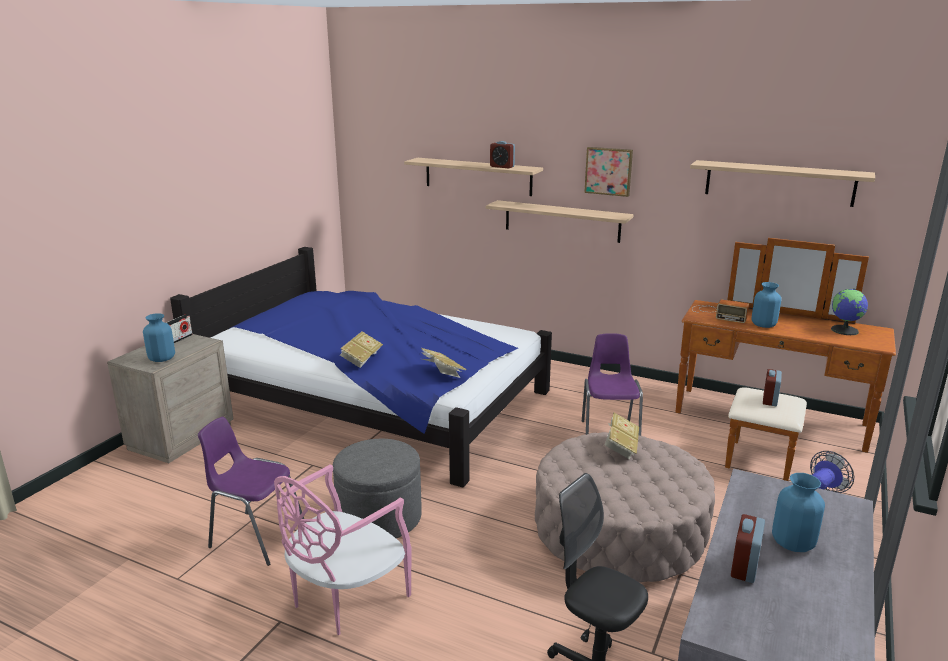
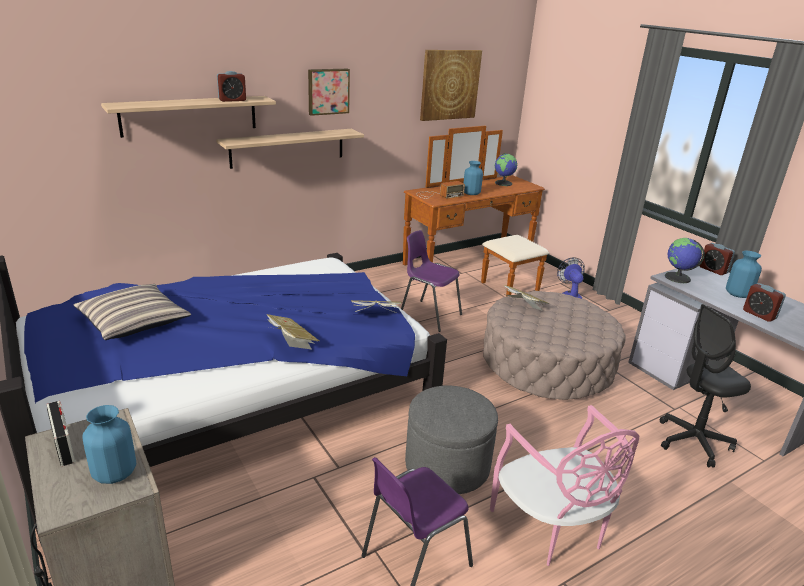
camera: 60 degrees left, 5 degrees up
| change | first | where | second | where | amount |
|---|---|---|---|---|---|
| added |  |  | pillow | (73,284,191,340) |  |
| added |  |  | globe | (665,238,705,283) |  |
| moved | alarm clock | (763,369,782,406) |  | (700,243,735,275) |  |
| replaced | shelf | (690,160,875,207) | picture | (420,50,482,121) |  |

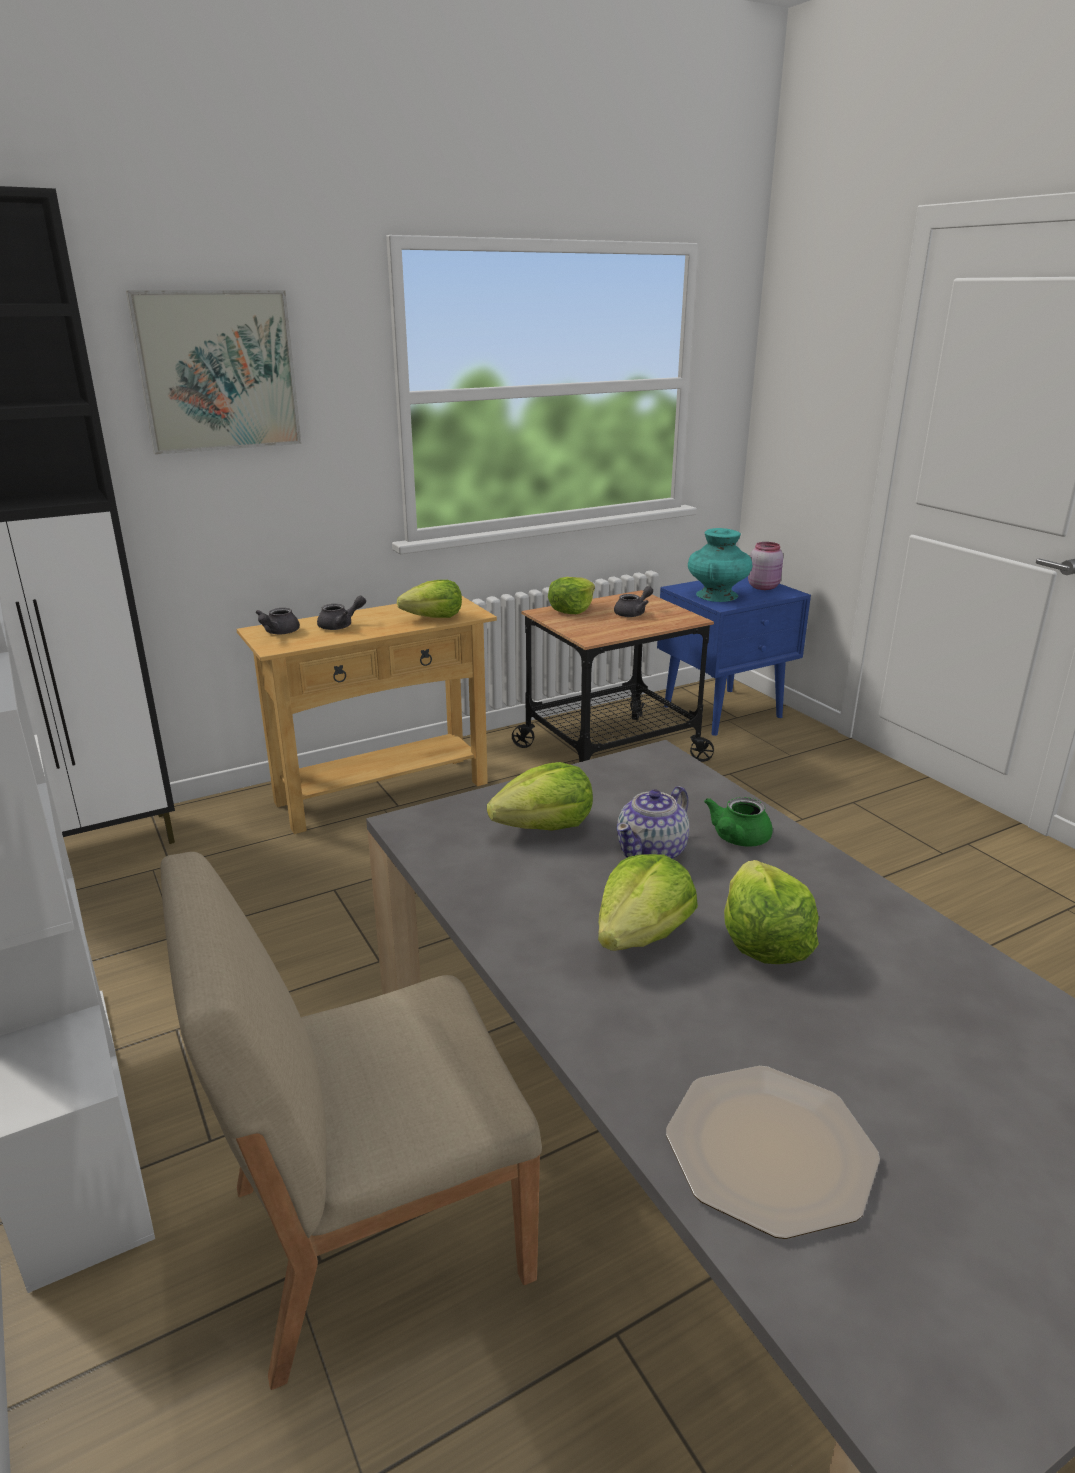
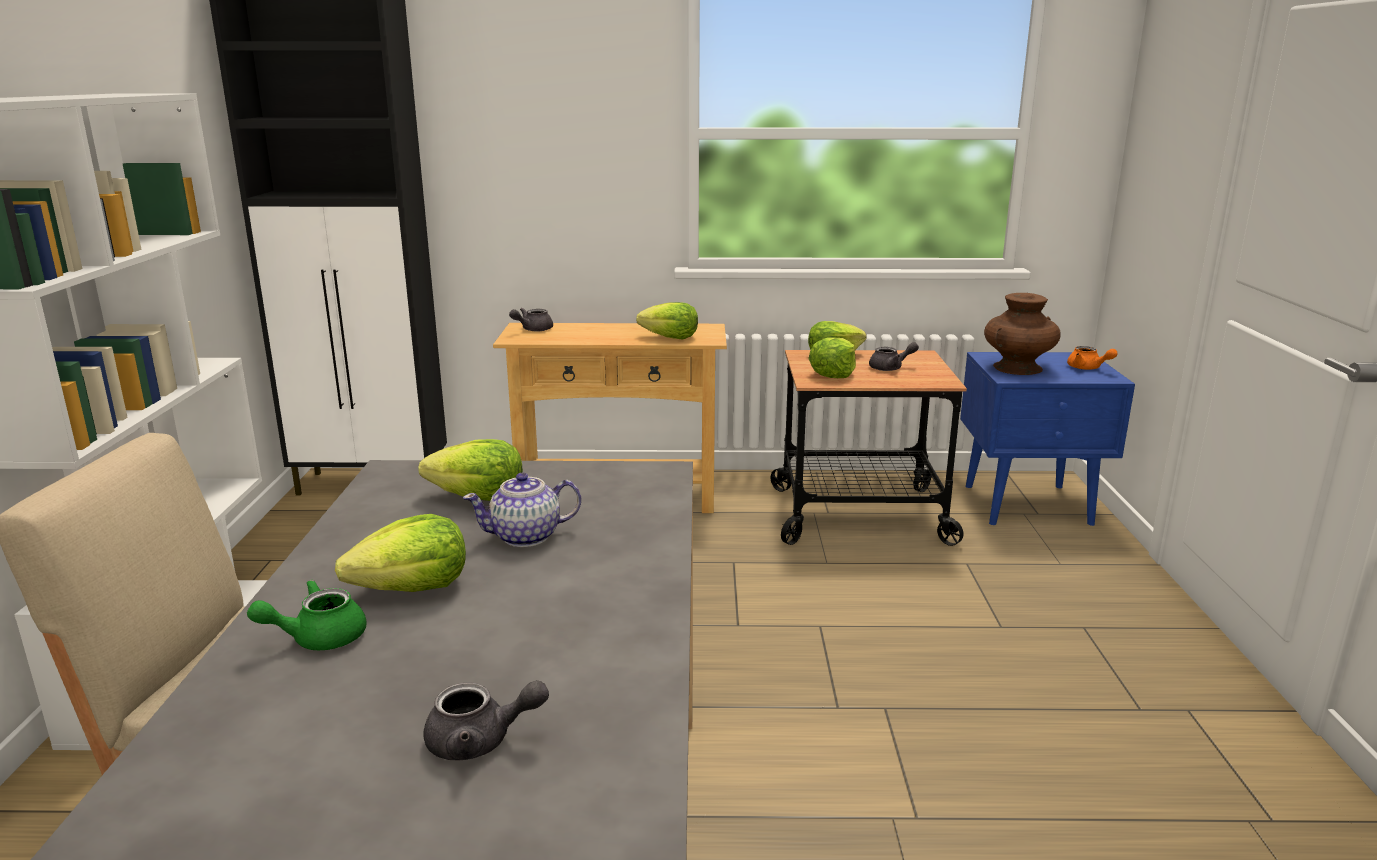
camera: 30 degrees right, 5 degrees down
| change | first | where | second | where | amount |
|---|---|---|---|---|---|
| removed | picture | (126,290,301,455) |  |  |  |
| removed | plate | (666,1066,880,1239) |  |  |  |
| moved | teapot/grey | (317,596,366,630) |  | (423,680,549,761) |  |
| moved | teapot/green | (704,797,773,847) |  | (247,580,367,651) |  |
| moved | lettuce | (724,860,819,964) |  | (808,338,856,378) |  |
| replaced | jar/pink | (748,542,783,590) | teapot/orange | (1067,346,1118,370) |  |
| recoloured | vase/turquoise | (688,528,752,602) | vase/brown | (984,293,1061,375) |  |

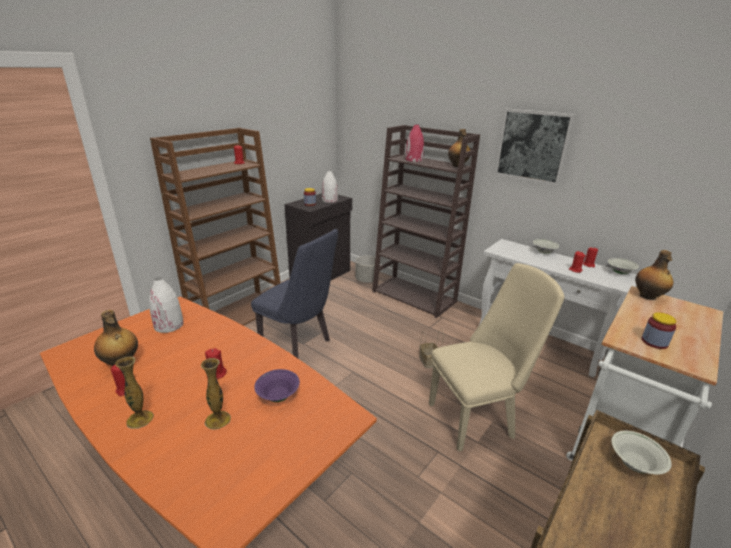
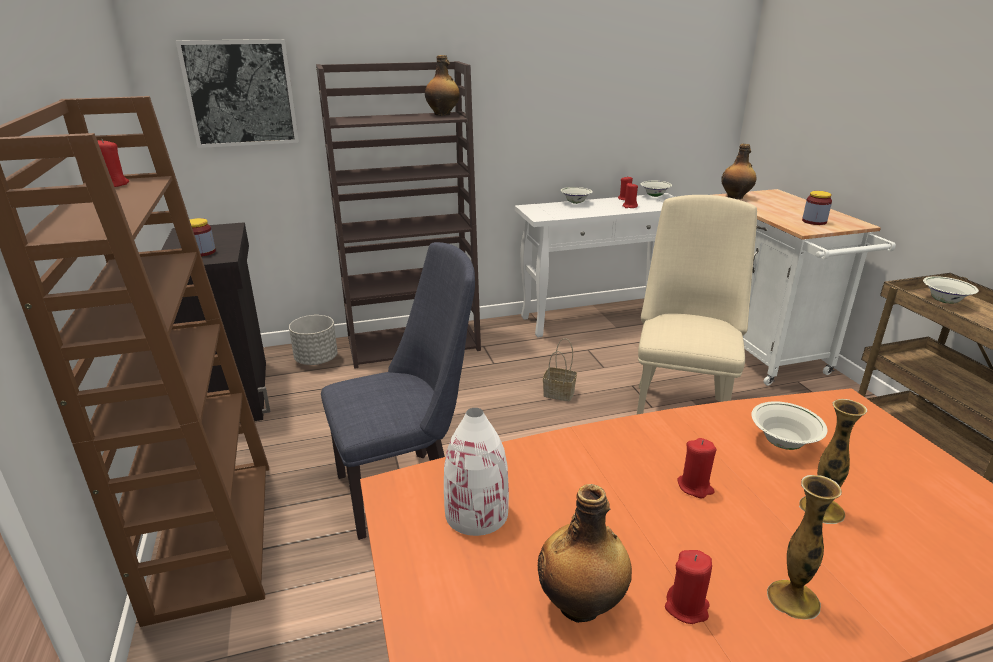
camera: 55 degrees left, 0 degrees up
| change | first | where | second | where | amount |
|---|---|---|---|---|---|
| removed | vase/white | (322,170,338,203) |  |  |  |
| removed | vase/red | (405,124,424,162) |  |  |  |
| moved | picture | (495,109,575,185) |  | (176,39,299,148) |  |
| recoloured | bowl/purple | (254,369,300,402) | bowl/white | (751,401,827,450) |  |

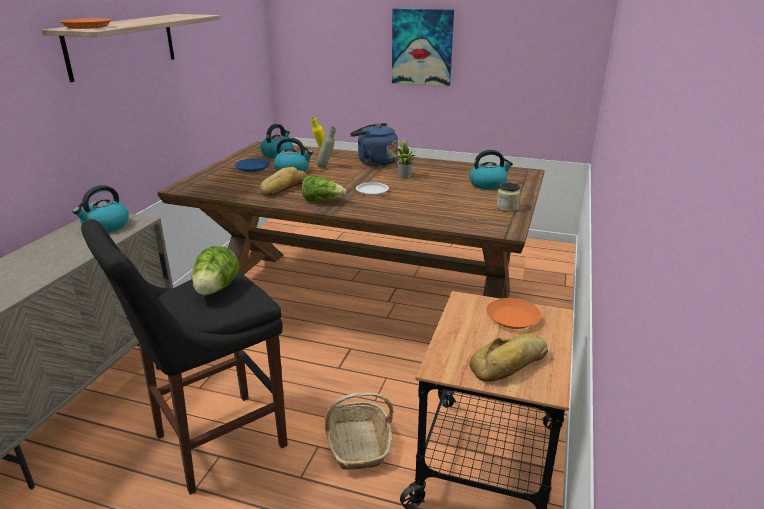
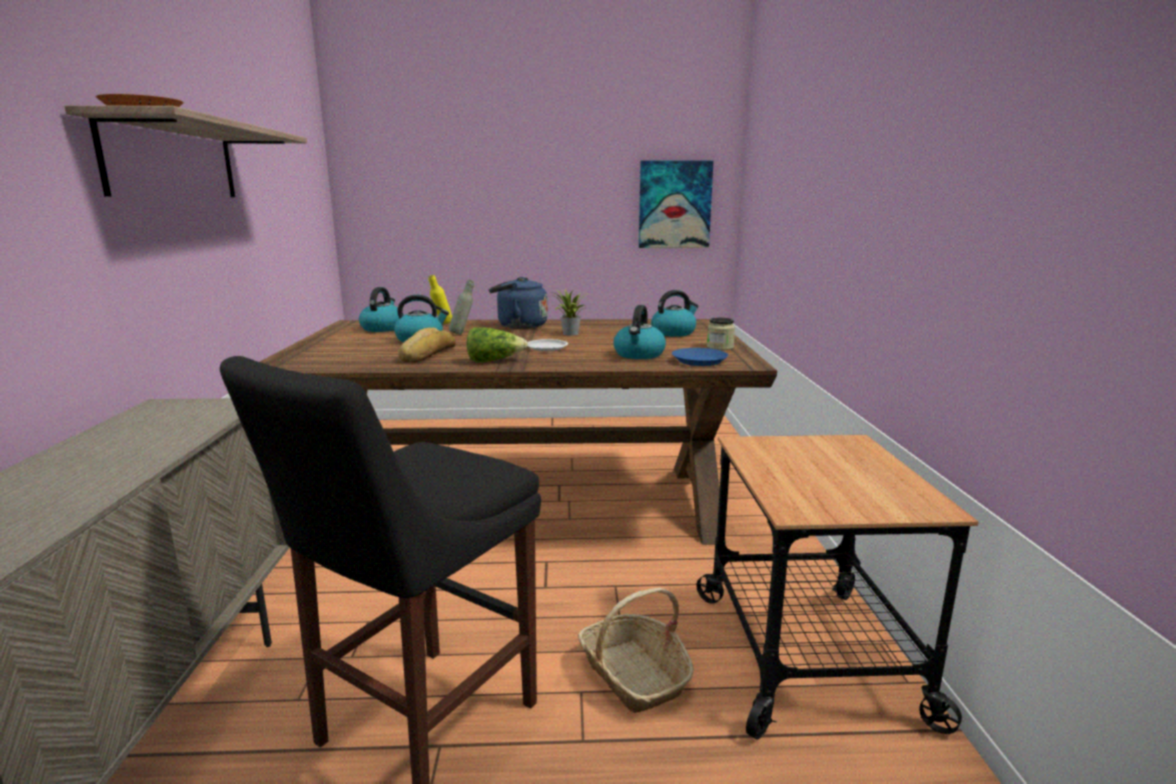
camera: 20 degrees left, 10 degrees down
| change | first | where | second | where | amount |
|---|---|---|---|---|---|
| removed | lettuce | (192,246,240,295) |  |  |  |
| removed | bread | (469,333,548,382) |  |  |  |
| removed | plate/orange | (486,298,541,329) |  |  |  |
| moved | kettle | (72,185,129,233) |  | (613,305,666,359) |  |
| moved | plate/blue | (234,158,271,172) |  | (672,348,728,366) |  |
| moved | picture | (392,8,454,87) |  | (639,160,714,248) |  |

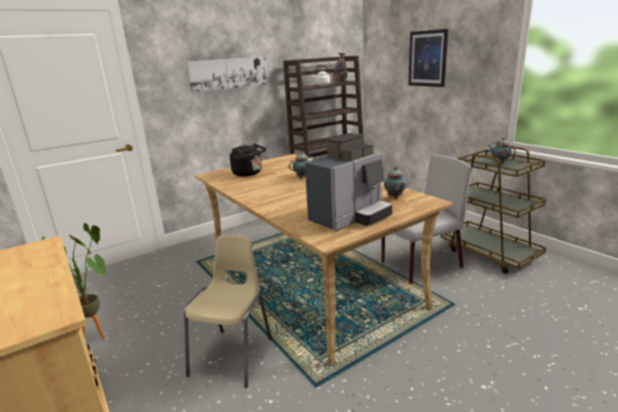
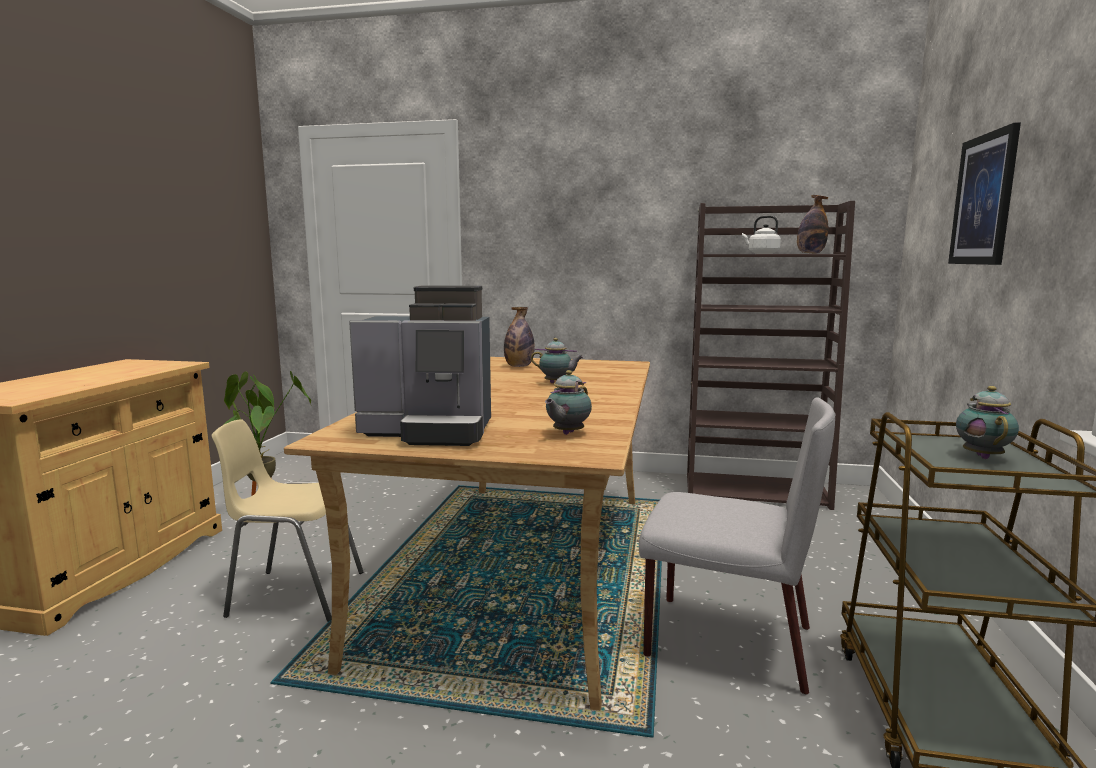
camera: 45 degrees right, 10 degrees down
| change | first | where | second | where | amount |
|---|---|---|---|---|---|
| removed | picture | (186,57,268,92) |  |  |  |
| replaced | kettle/black | (230,143,266,176) | bottle | (504,307,535,367) |  |
| turned | chair/beige | (184,235,272,388) |  | (212,419,364,622) | 150 degrees counterclockwise |

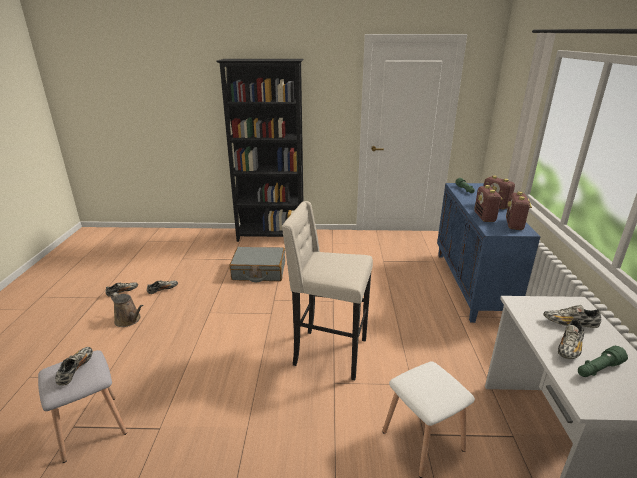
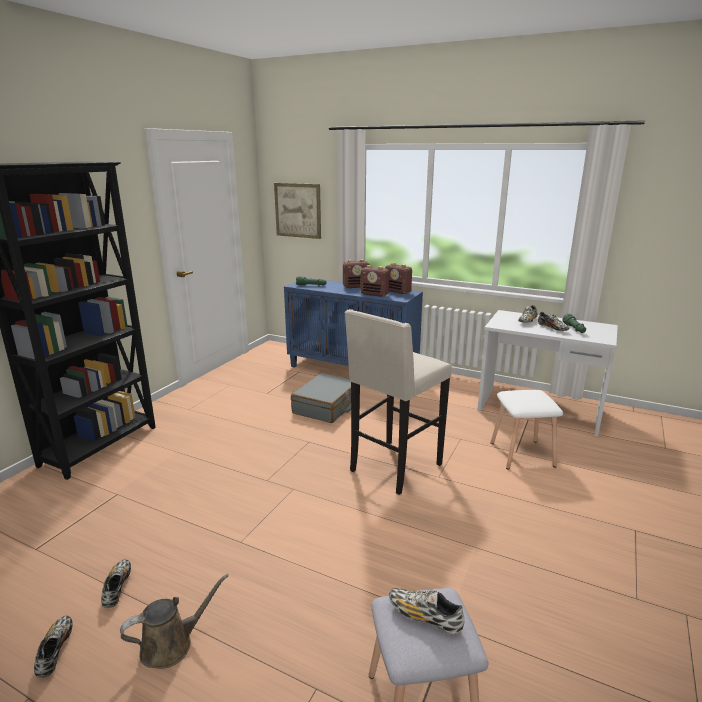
camera: 65 degrees left, 5 degrees down
| change | first | where | second | where | amount |
|---|---|---|---|---|---|
| added |  |  | picture | (274,183,321,239) |  |
| moved | suitcase/grey | (230,247,285,282) |  | (291,373,351,423) |  |

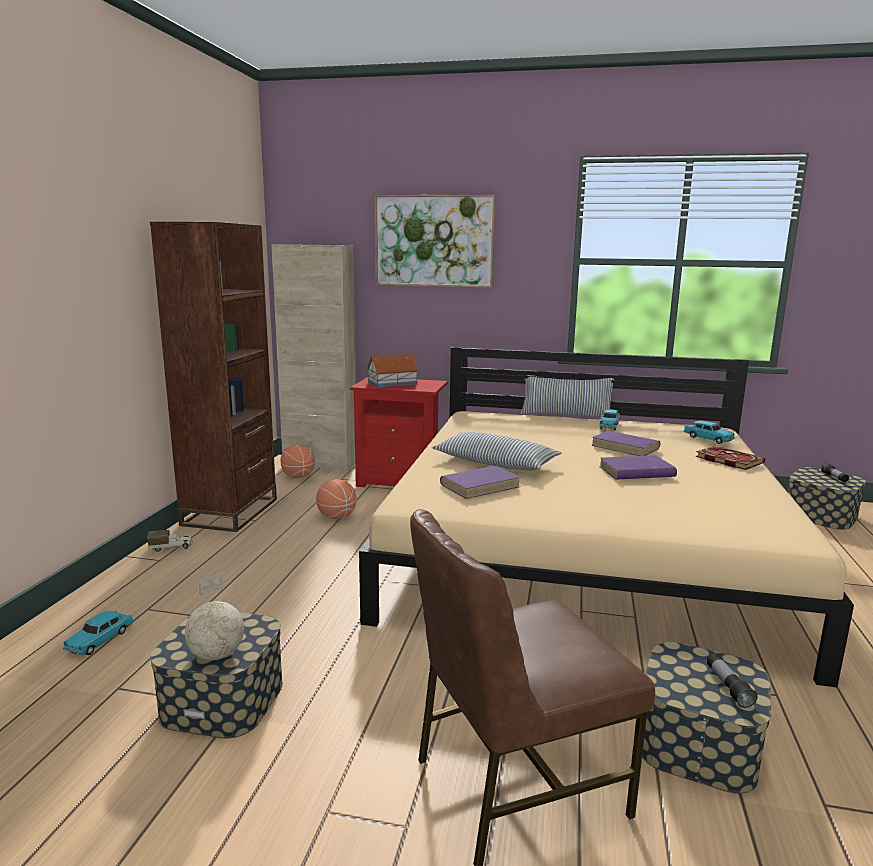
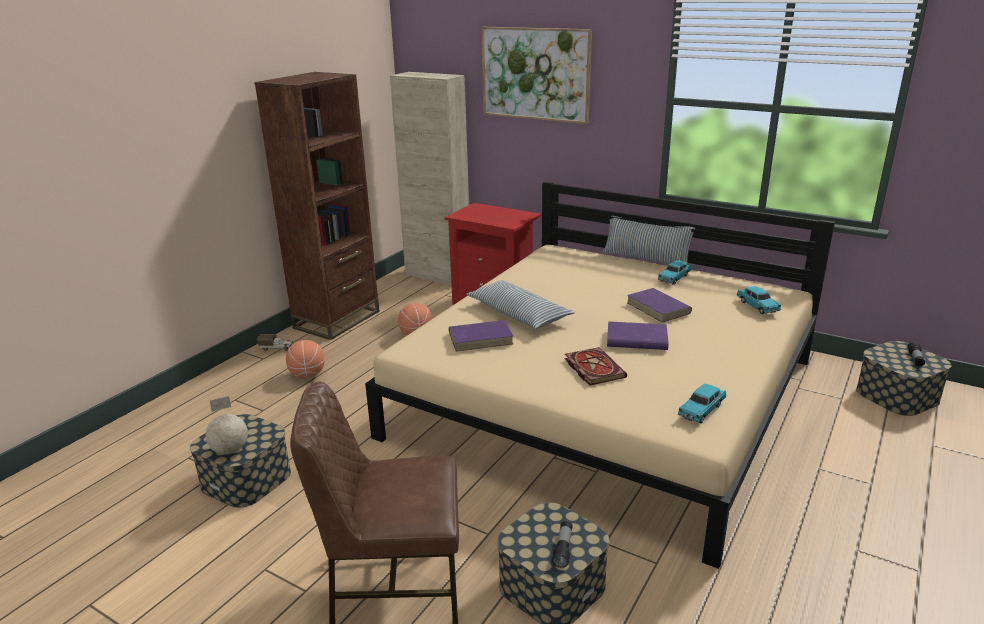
camera: 20 degrees right, 10 degrees up
| change | first | where | second | where | amount |
|---|---|---|---|---|---|
| removed | toy house | (366,354,419,387) |  |  |  |
| moved | toy car/turquoise | (63,610,134,655) |  | (678,384,726,423) |  |
| moved | basketball | (281,445,315,478) |  | (286,340,325,379) |  |
| moved | book | (695,446,765,470) |  | (565,347,627,386) |  |

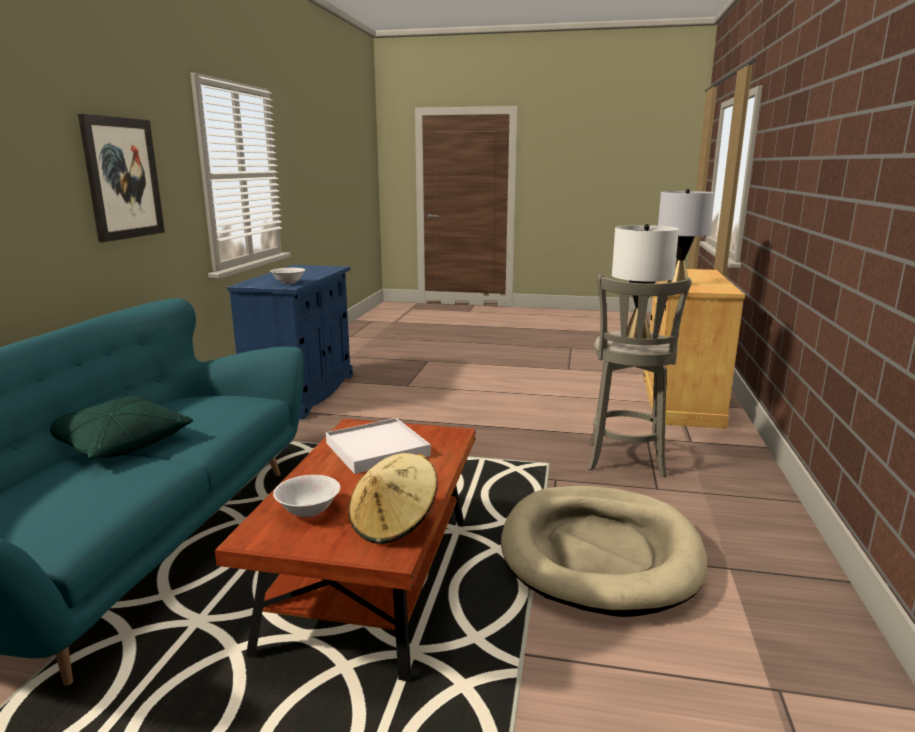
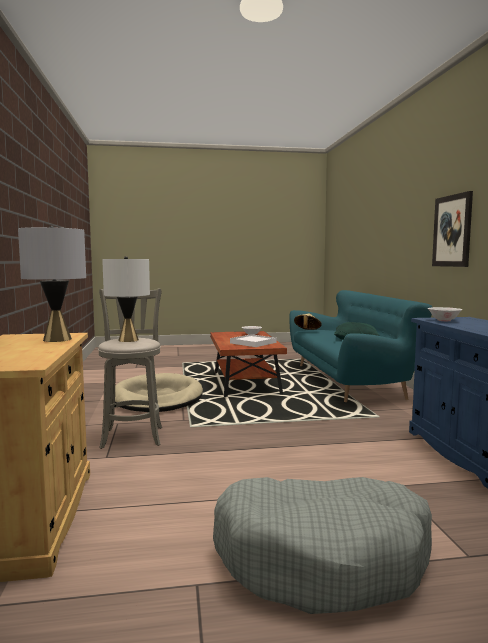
camera: 160 degrees right, 10 degrees down
| change | first | where | second | where | amount |
|---|---|---|---|---|---|
| added |  |  | dog bed/grey | (213,477,432,614) |  |
| moved | hat/beige | (349,453,438,544) |  | (294,313,322,330) |  |

